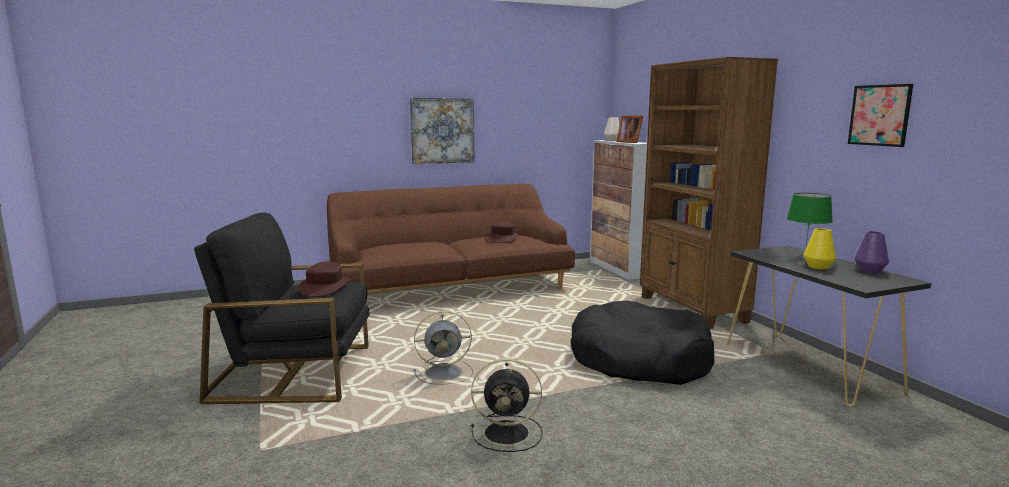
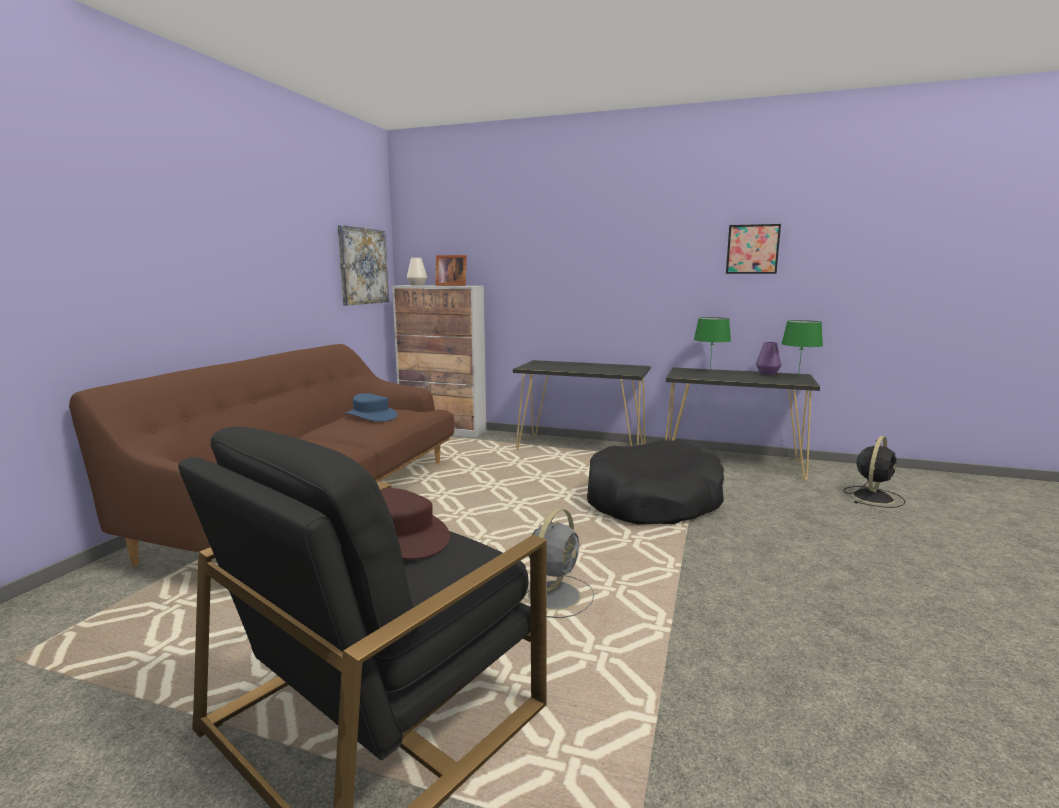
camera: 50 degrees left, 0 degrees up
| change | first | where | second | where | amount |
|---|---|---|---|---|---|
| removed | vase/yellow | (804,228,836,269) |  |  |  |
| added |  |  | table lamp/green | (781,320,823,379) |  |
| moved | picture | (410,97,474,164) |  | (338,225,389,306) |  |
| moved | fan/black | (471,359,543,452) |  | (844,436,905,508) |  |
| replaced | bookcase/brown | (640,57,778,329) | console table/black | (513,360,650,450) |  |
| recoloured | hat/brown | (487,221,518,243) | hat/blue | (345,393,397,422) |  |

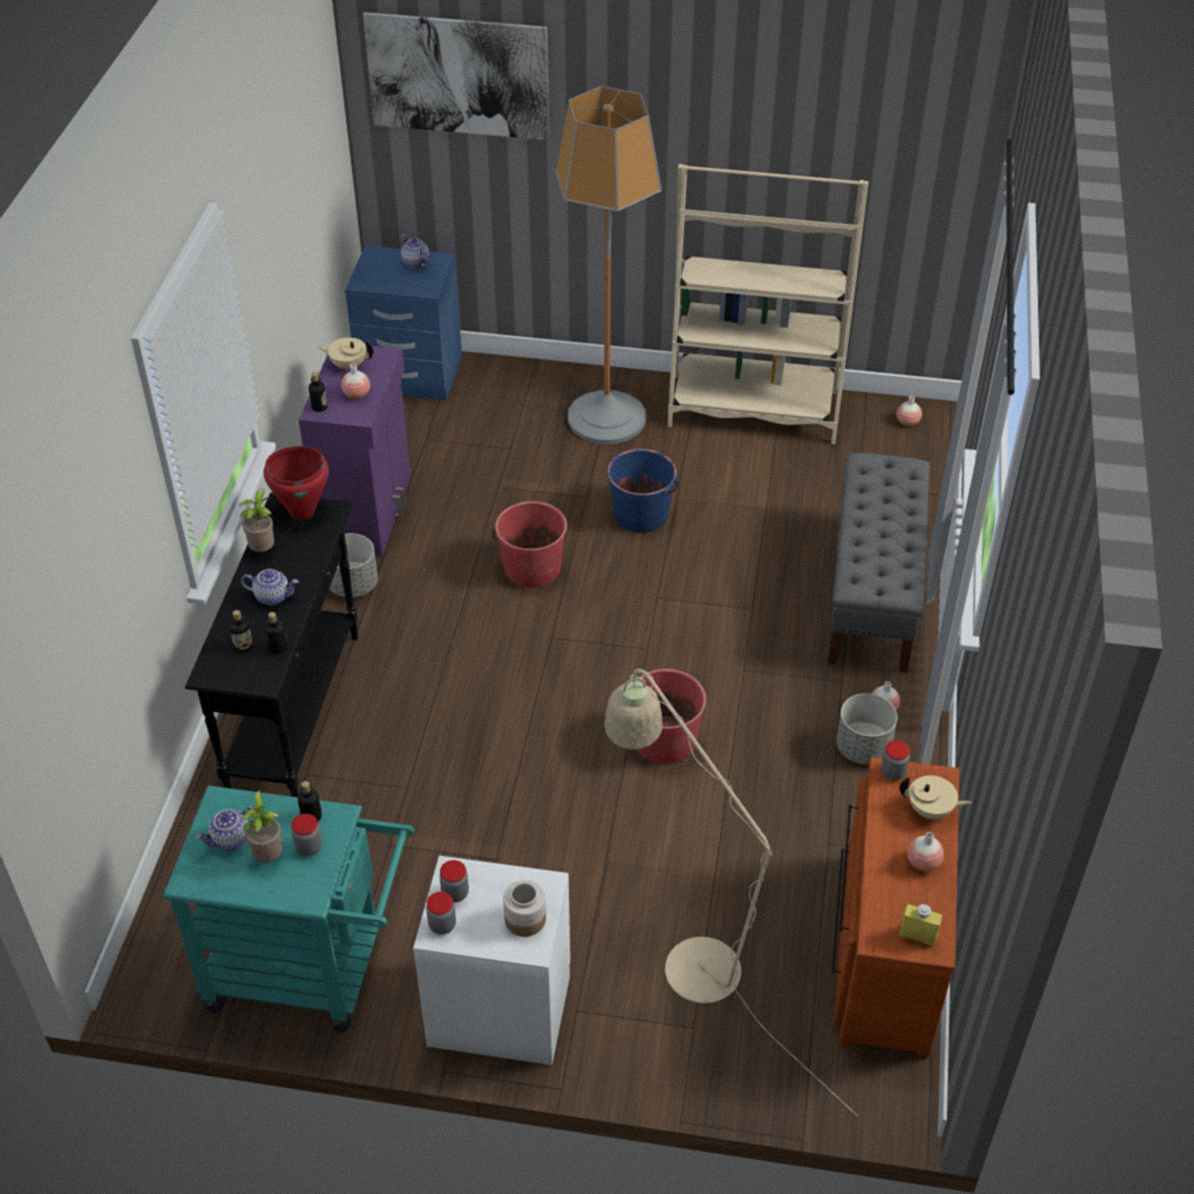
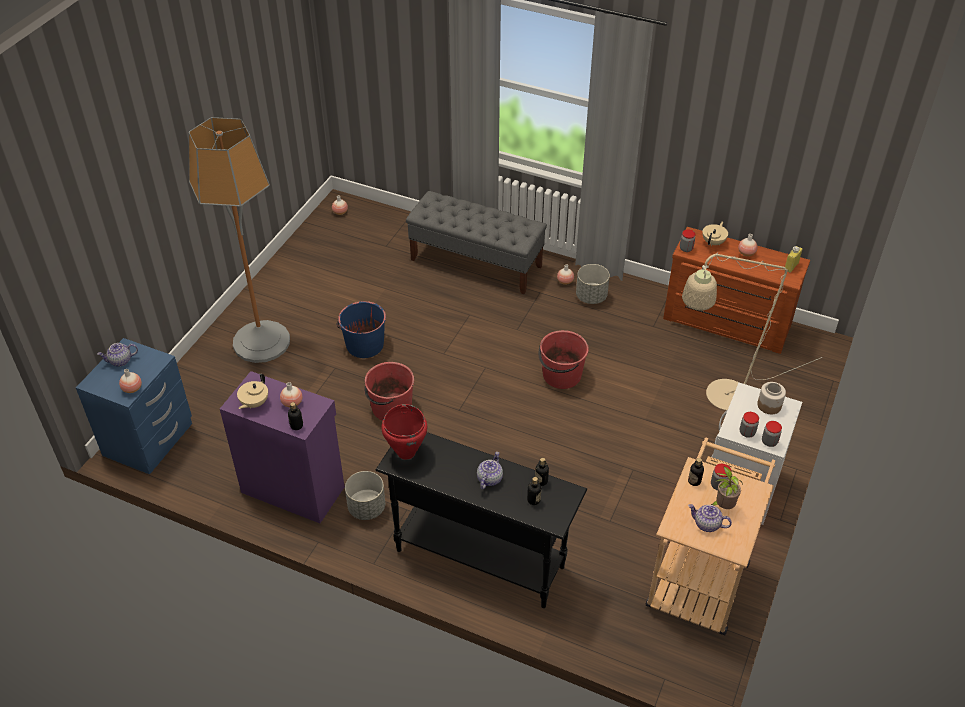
camera: 75 degrees left, 0 degrees up
| change | first | where | second | where | amount |
|---|---|---|---|---|---|
| removed | potted plant | (239,489,274,552) |  |  |  |
| removed | picture | (363,12,549,140) |  |  |  |
| removed | bookcase/beige | (668,164,869,445) |  |  |  |
| added |  |  | vase | (119,369,142,393) |  |
| recoloured | cart/turquoise | (163,786,414,1032) | cart/beige | (645,437,776,636) |  |
| turned | teapot | (196,806,255,851) |  | (688,504,732,532) | 135 degrees clockwise |

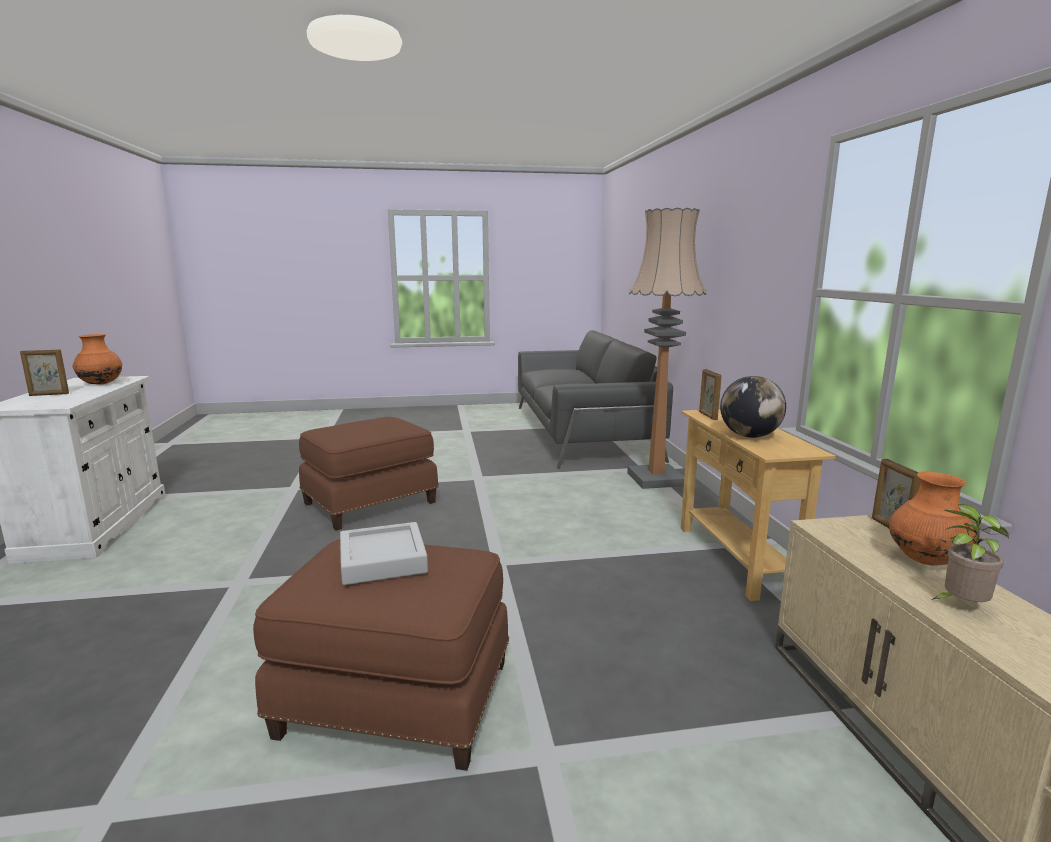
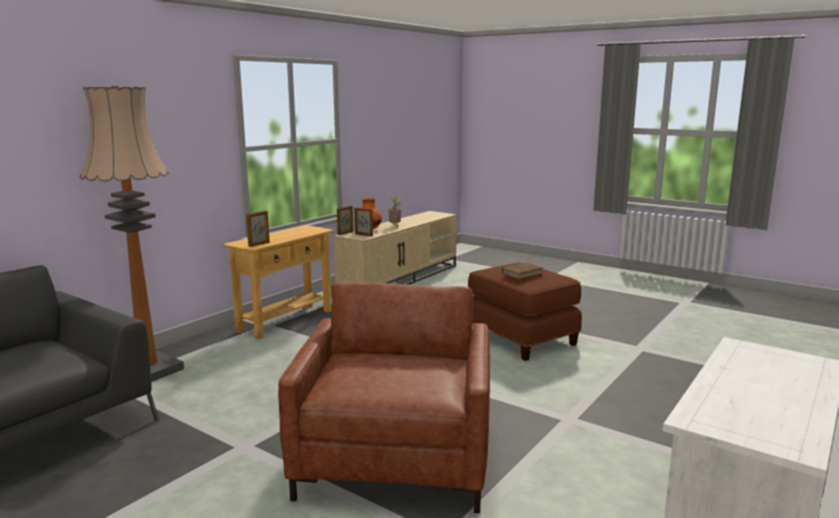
camera: 135 degrees left, 0 degrees up
| change | first | where | second | where | amount |
|---|---|---|---|---|---|
| removed | vase/orange | (72,334,122,384) |  |  |  |
| removed | globe | (720,376,786,438) |  |  |  |
| moved | picture frame | (20,350,69,396) |  | (354,208,373,237) |  |
| replaced | ottoman/brown | (299,417,439,531) | armchair/brown | (278,282,490,513) |  |
| replaced | tray/grey | (340,522,428,585) | book/brown | (501,263,543,280) |  |

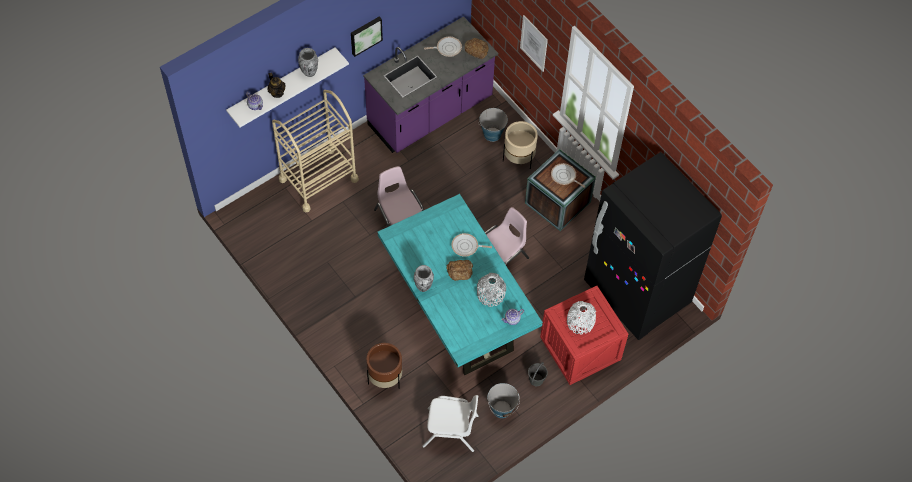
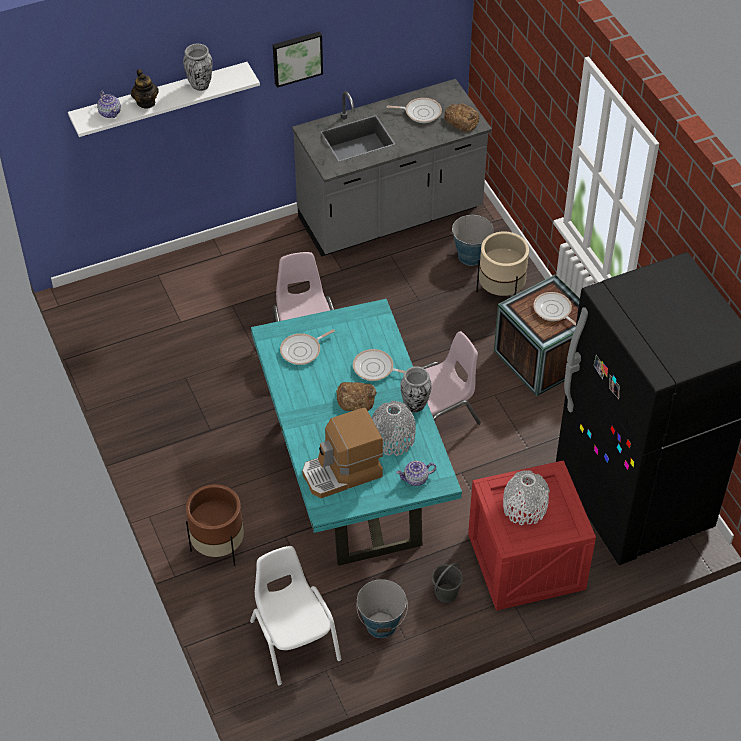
camera: 15 degrees right, 10 degrees down
| change | first | where | second | where | amount |
|---|---|---|---|---|---|
| removed | cart/beige | (272,90,359,213) |  |  |  |
| removed | picture | (520,15,548,72) |  |  |  |
| added |  |  | frying pan | (280,329,335,365) |  |
| added |  |  | coffee machine | (302,408,383,498) |  |
| moved | vase | (414,265,434,292) |  | (400,366,432,413) |  |
| recoloured | counter/purple | (363,16,498,153) | counter/grey | (292,79,492,256) |  |
| turned | chair/white | (422,395,479,452) |  | (250,546,342,686) | 135 degrees counterclockwise |

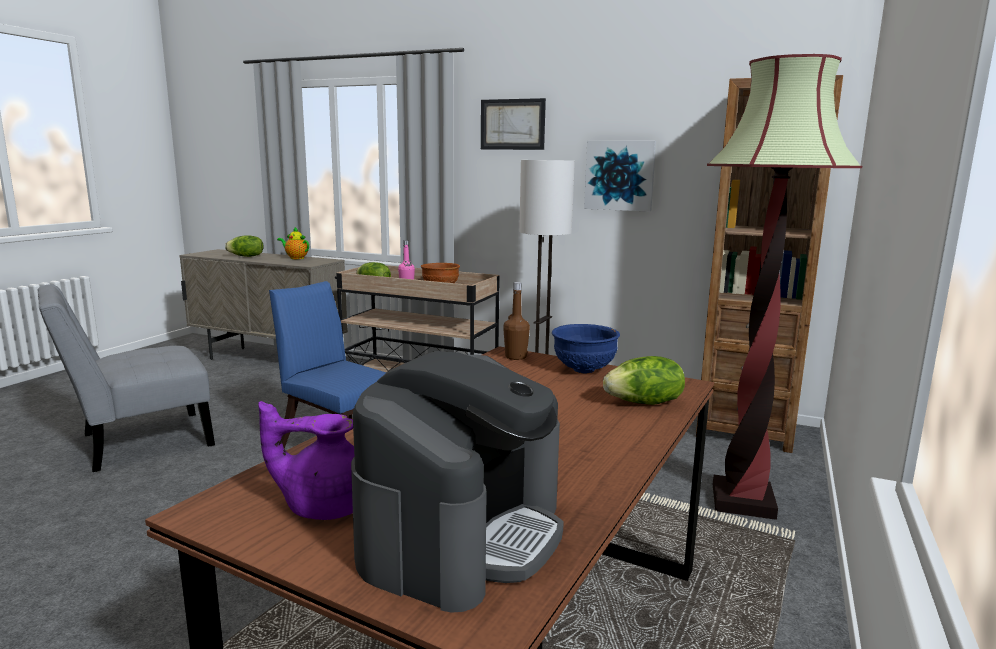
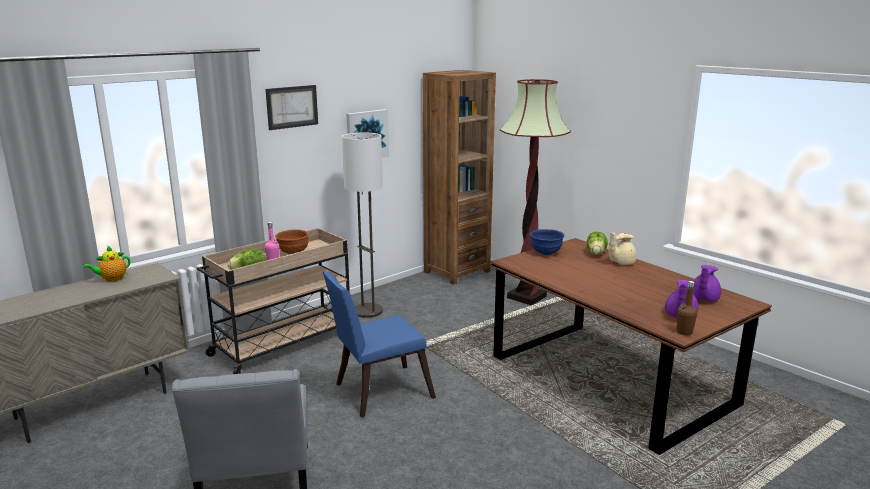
camera: 65 degrees left, 5 degrees up
| change | first | where | second | where | amount |
|---|---|---|---|---|---|
| removed | lettuce | (225,235,264,257) |  |  |  |
| added |  |  | teapot/beige | (608,232,637,265) |  |
| moved | bottle/brown | (503,282,530,360) |  | (677,281,697,335) |  |
| replaced | coffee machine | (351,351,564,613) | teapot/purple | (693,265,721,302) |  |

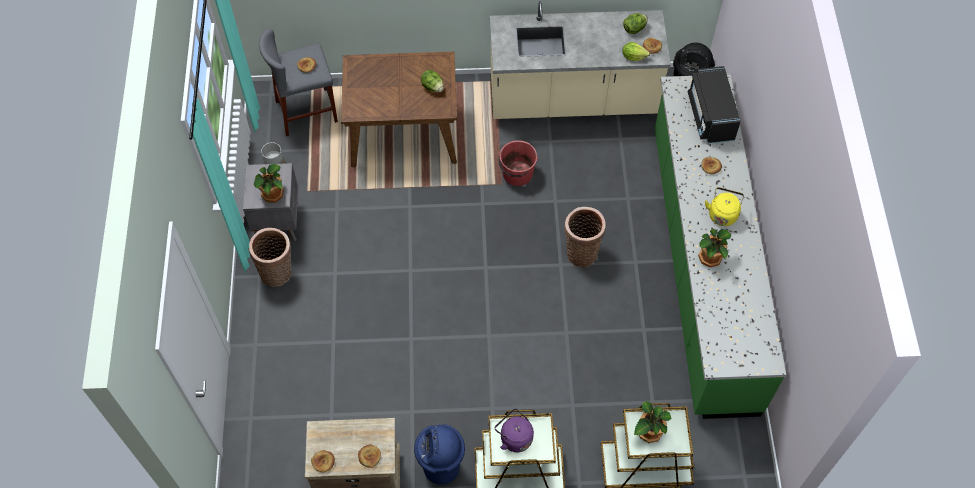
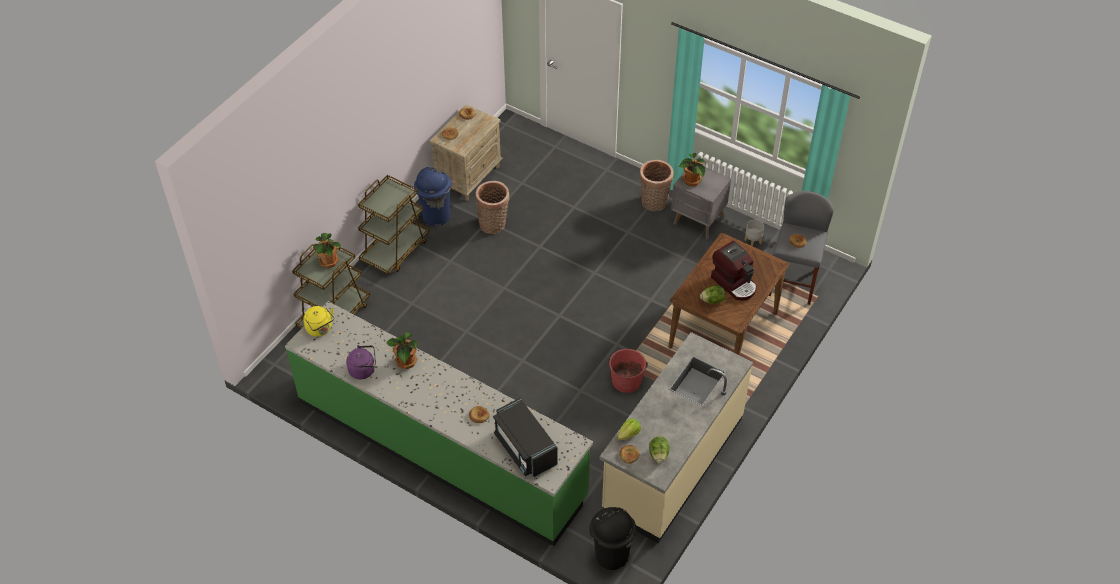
camera: 125 degrees right, 10 degrees down
| change | first | where | second | where | amount |
|---|---|---|---|---|---|
| added |  |  | coffee machine | (711,241,757,300) |  |
| moved | kettle/purple | (495,408,534,452) |  | (346,345,376,380) |  |
| moved | basket | (565,207,606,267) |  | (476,181,509,234) |  |
| moved | kettle/yellow | (705,187,744,226) |  | (303,306,334,337) |  |
| turned | microwave/black | (688,66,741,144) |  | (493,398,557,478) | 150 degrees counterclockwise |

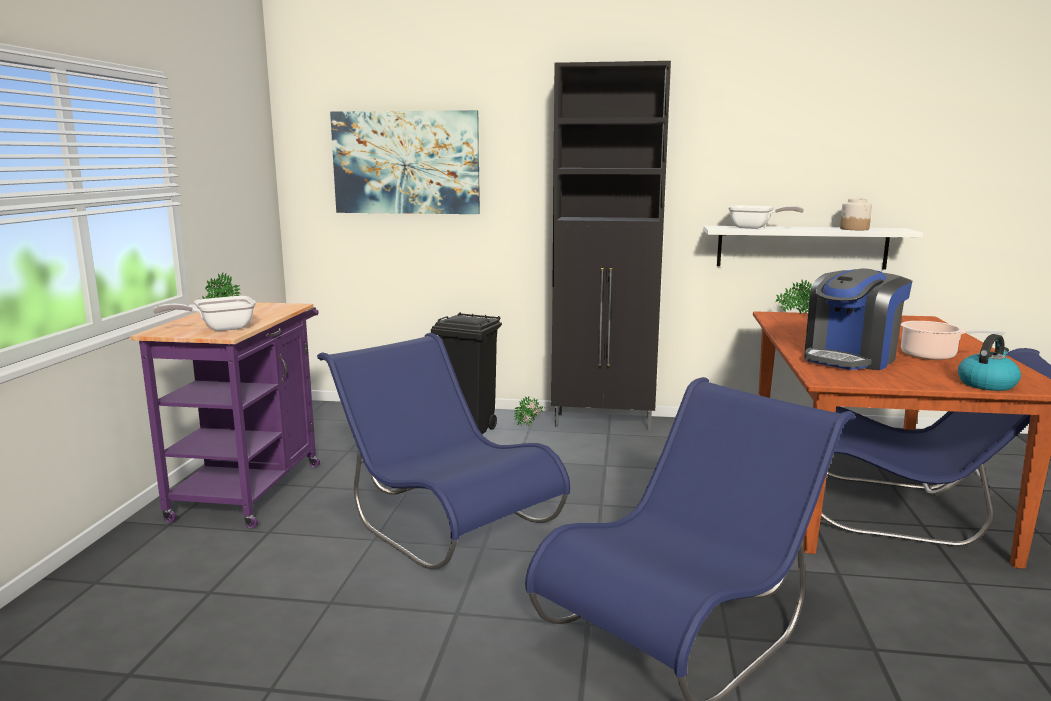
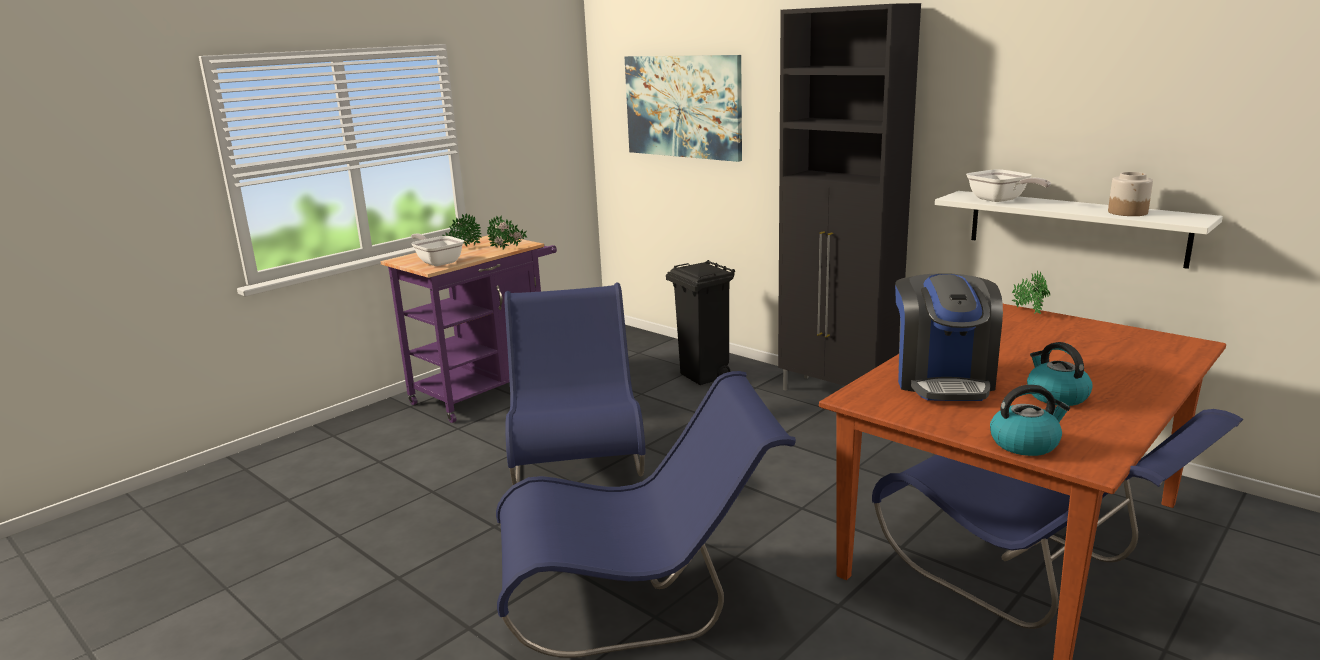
camera: 35 degrees right, 5 degrees up
| change | first | where | second | where | amount |
|---|---|---|---|---|---|
| moved | potted plant | (514,396,543,426) |  | (487,215,527,250) |  |
| replaced | cooking pot | (901,321,1006,360) | kettle | (1027,342,1093,406) |  |
| turned | frying pan | (153,296,256,331) |  | (411,233,464,266) | 45 degrees clockwise |
| turned | coffee machine | (804,268,912,370) |  | (895,274,1003,401) | 75 degrees counterclockwise |

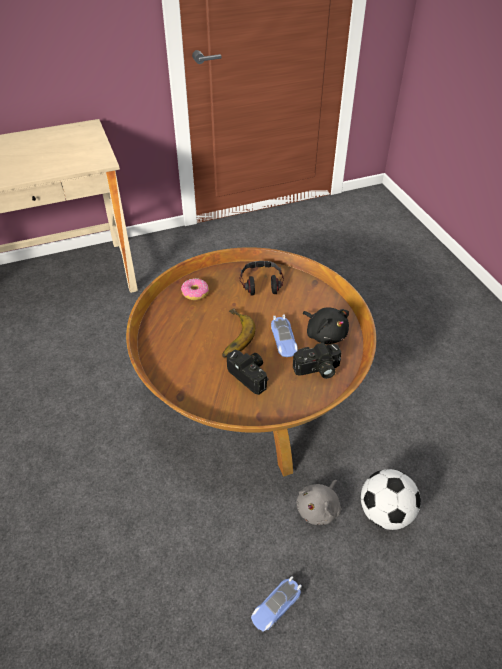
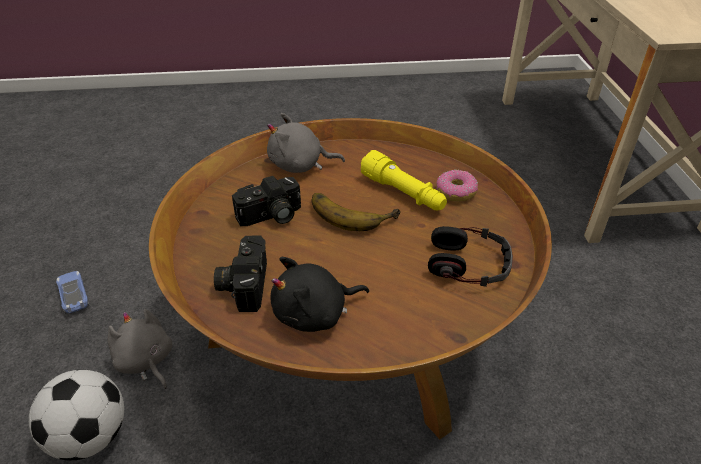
camera: 105 degrees right, 5 degrees down
| change | first | where | second | where | amount |
|---|---|---|---|---|---|
| removed | toy car | (271,314,298,357) |  |  |  |
| added |  |  | plush toy/grey | (267,113,345,173) |  |
| added |  |  | flashlight/yellow | (361,150,447,210) |  |

